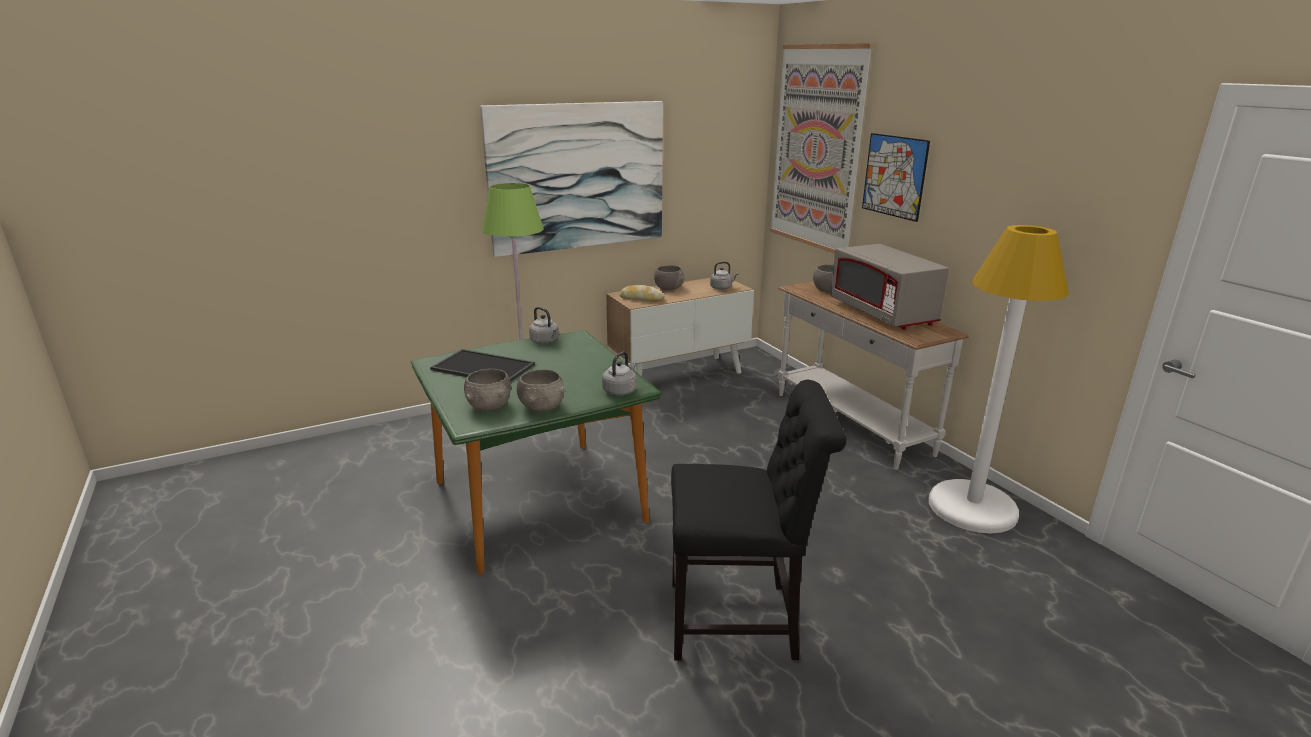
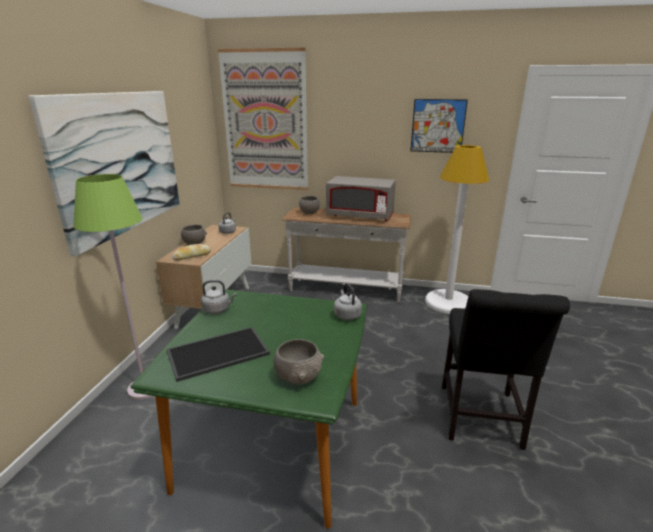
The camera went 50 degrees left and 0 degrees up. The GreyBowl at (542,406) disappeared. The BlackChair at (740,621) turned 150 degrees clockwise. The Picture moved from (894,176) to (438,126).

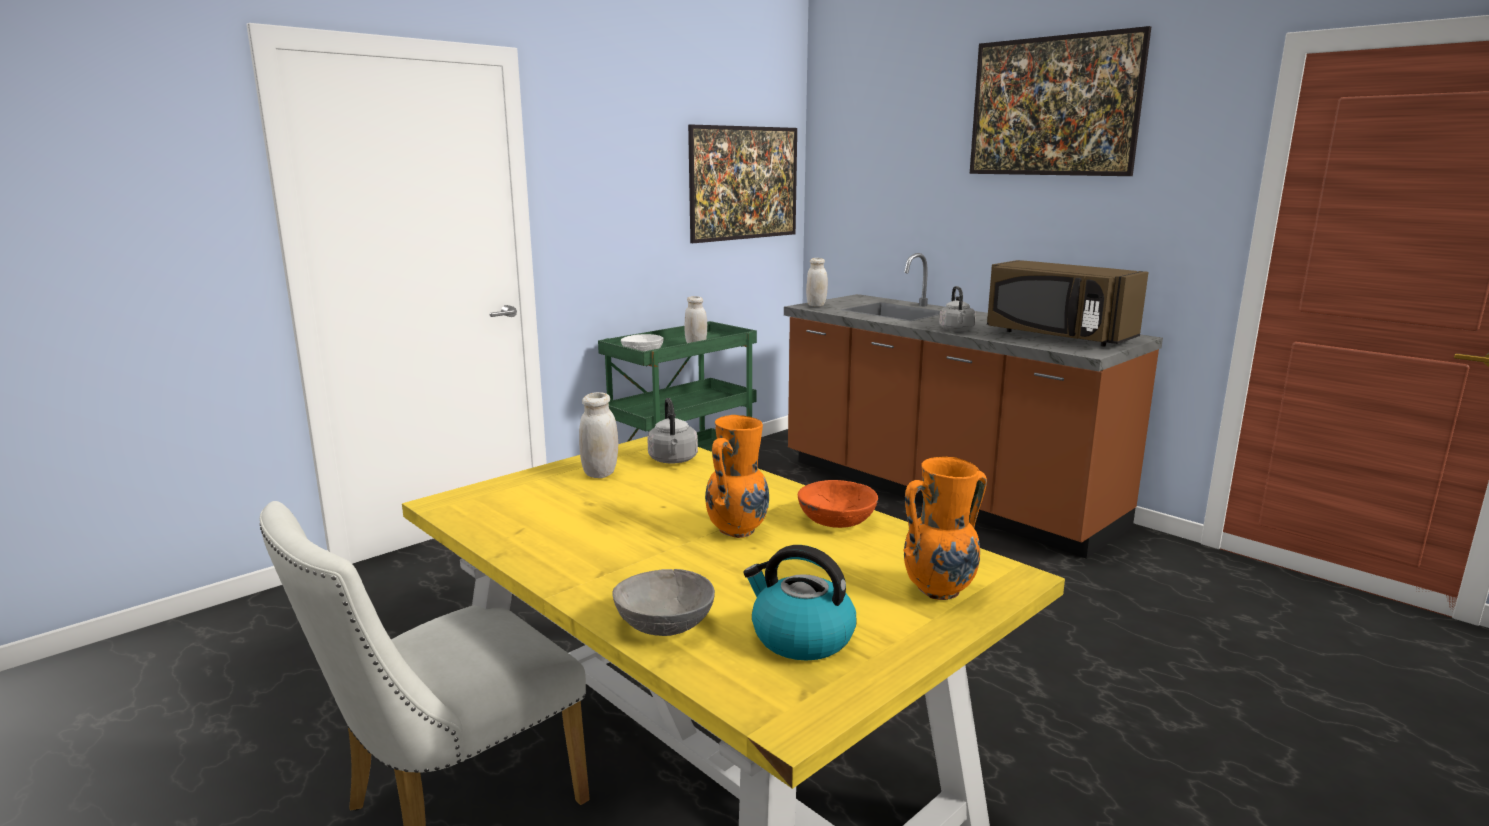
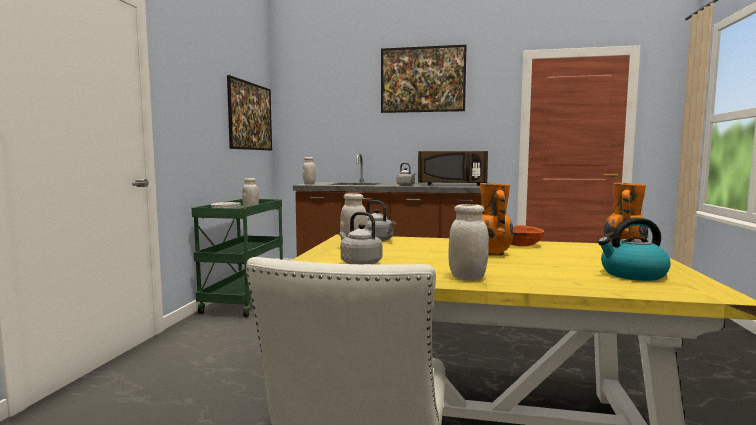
The camera went 35 degrees left and 10 degrees down. The GreyBowl at (665,624) disappeared. The GreyKettle at (359,263) appeared. The WhiteJar at (467,278) appeared.

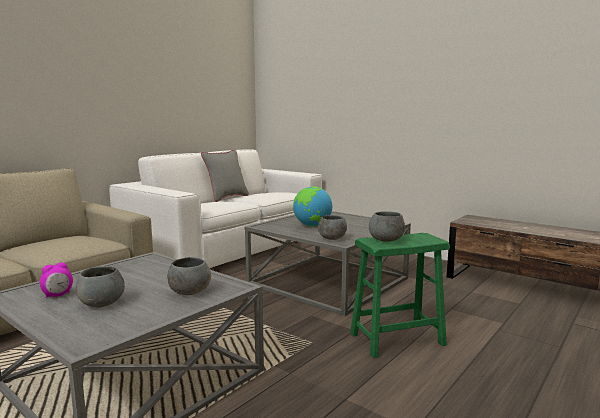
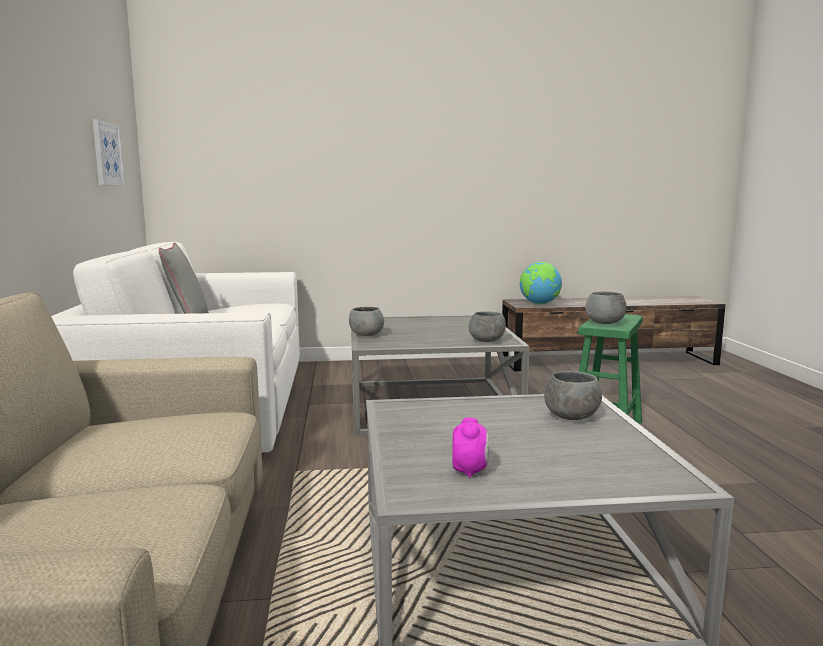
The camera went 45 degrees left and 0 degrees up. The GreyBowl moved from (102,303) to (366,335). The Globe moved from (312,226) to (539,304). The Picture at (107,154) appeared.

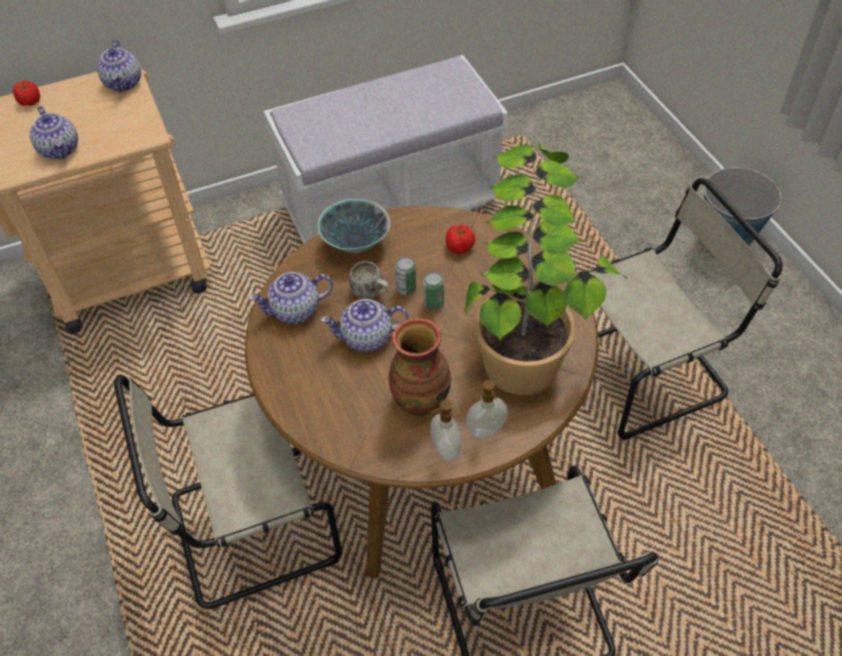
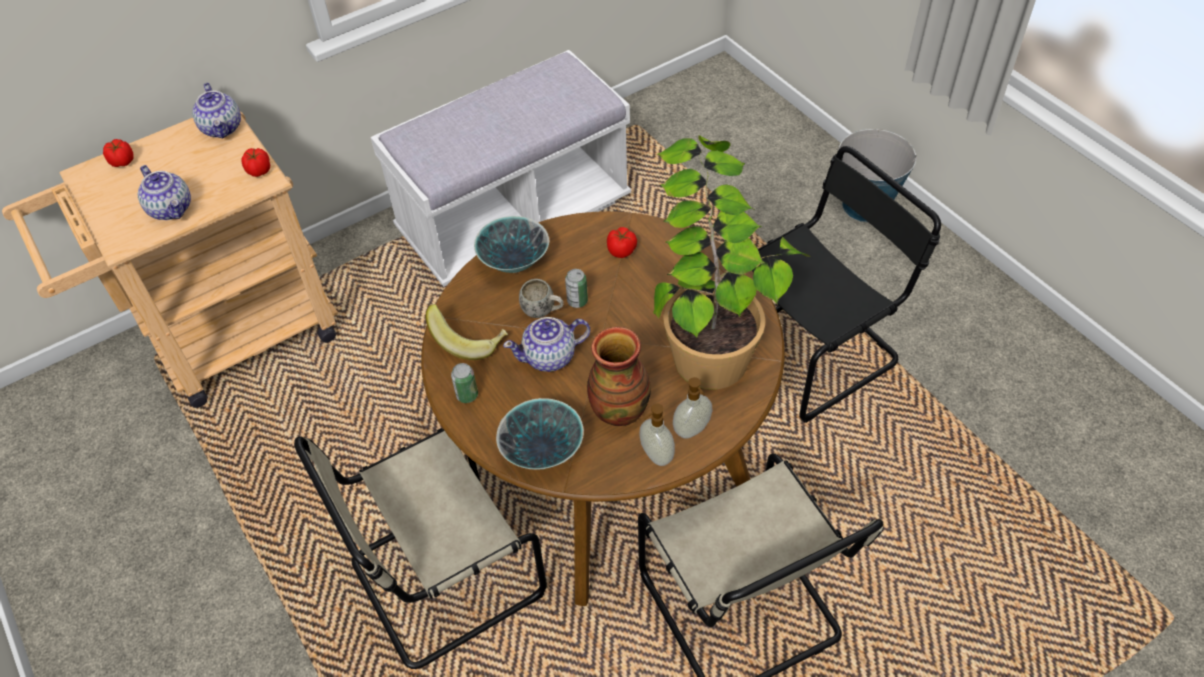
The camera went 10 degrees left and 0 degrees up. The Teapot at (296,310) was replaced by the Banana at (469,341). The Can moved from (433,303) to (467,395). The BeigeChair at (647,371) became the BlackChair at (814,349). The Tomato at (259,171) appeared. The Bowl at (543,453) appeared.

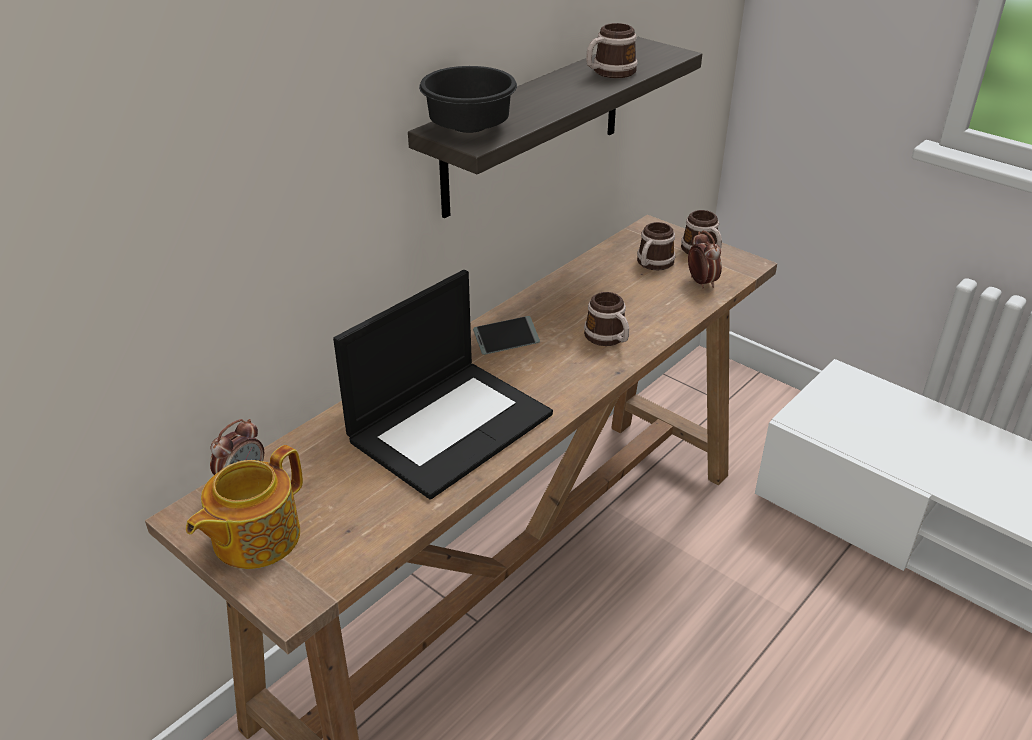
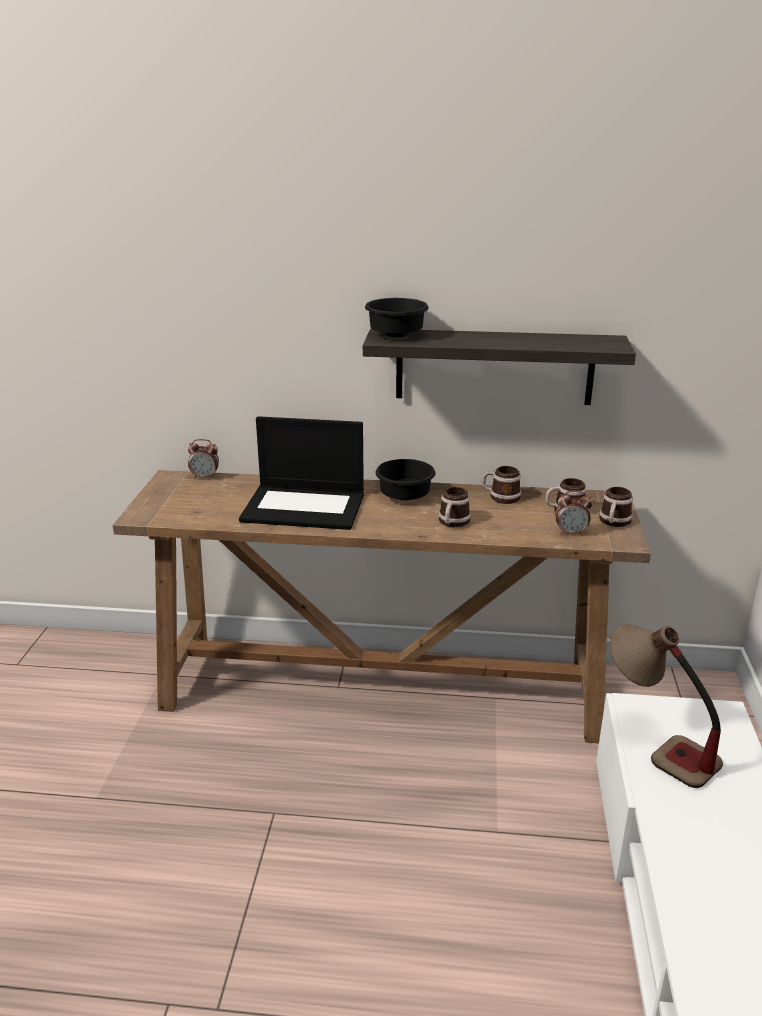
The camera went 55 degrees right and 10 degrees down. The Teapot at (254,538) disappeared. The Phone at (506,341) was replaced by the BlackBowl at (404,496). The Mug moved from (609,73) to (500,497). The AlarmClock at (701,282) turned 60 degrees clockwise. The TableLamp at (655,746) appeared.

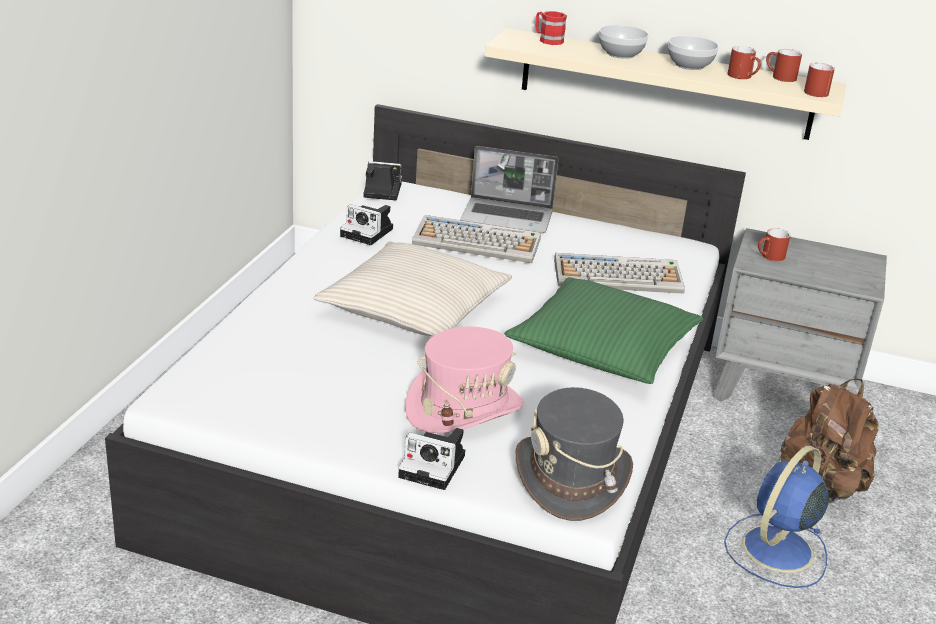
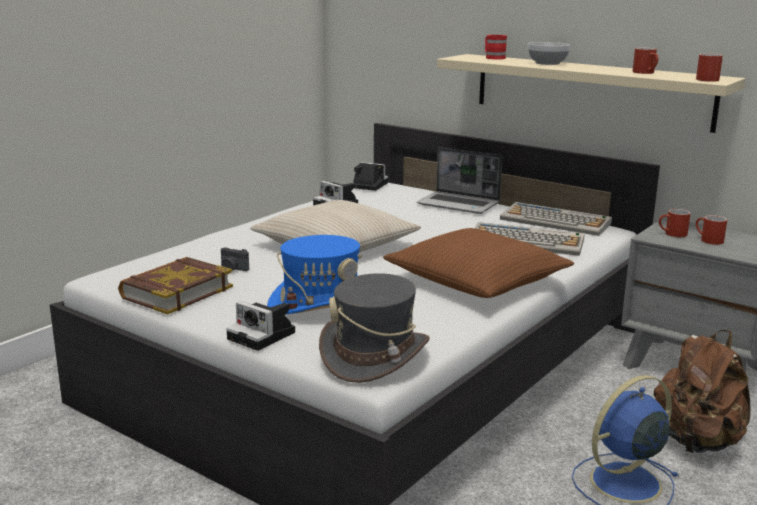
The camera went 20 degrees right and 10 degrees down. The PinkHat at (464,408) became the BlueHat at (321,304). The Keyboard moved from (478,242) to (556,221). The GreenPillow at (602,347) became the BrownPillow at (477,281). The Bowl at (690,65) disappeared. The RedMug moved from (779,77) to (707,240). The Book at (176,292) appeared. The PhotoCamera at (232,269) appeared.

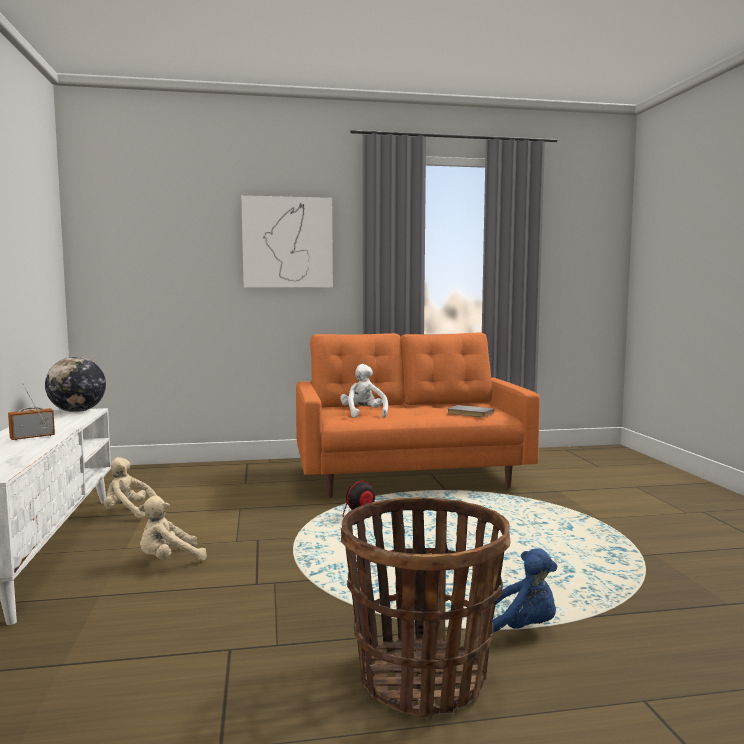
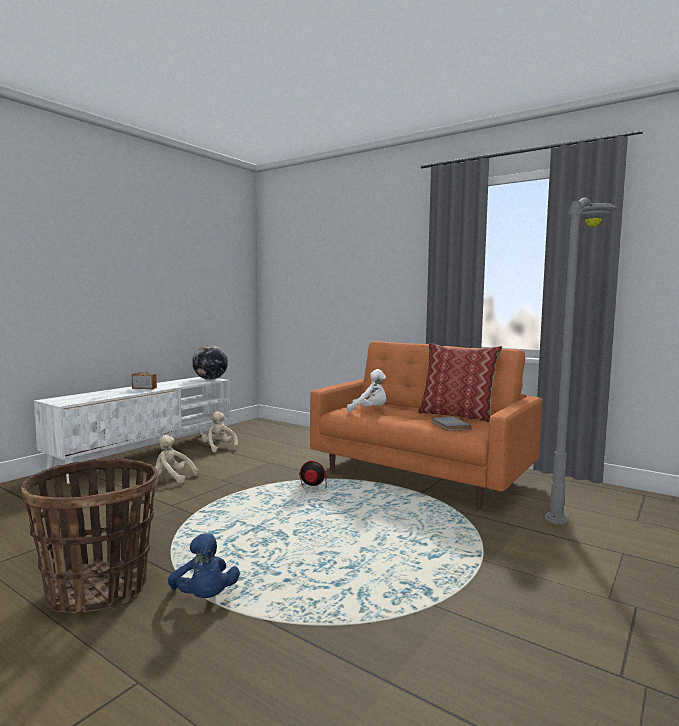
The camera went 45 degrees right and 0 degrees up. The Picture at (287,242) disappeared. The WhitePlushToy at (363,414) turned 75 degrees clockwise. The Pillow at (457,415) appeared. The GreyFloorLamp at (570,499) appeared.

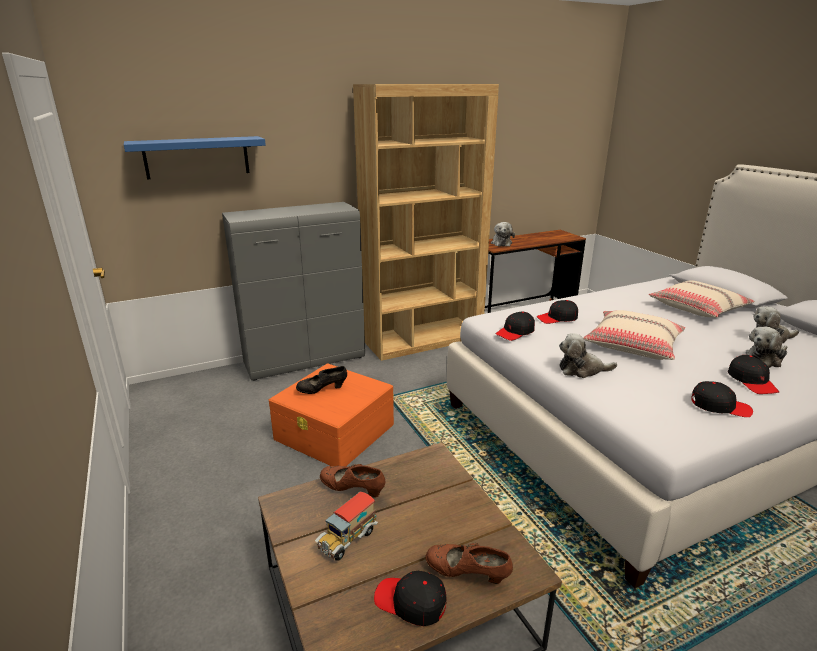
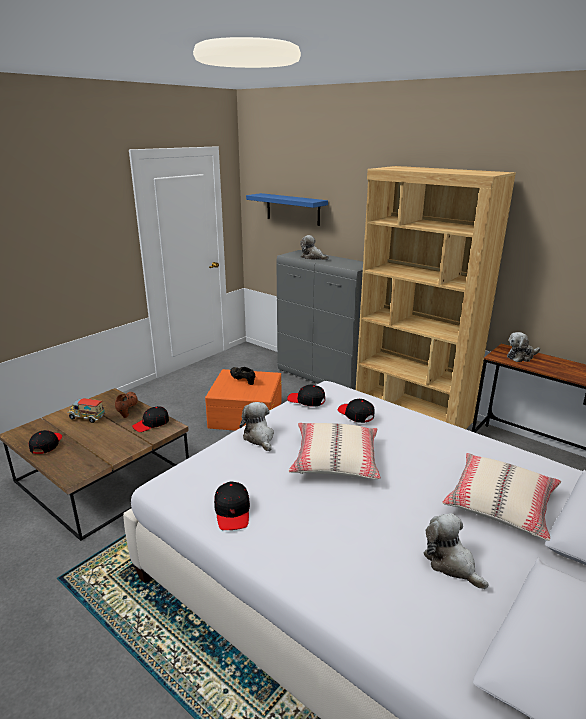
The camera went 65 degrees right and 0 degrees up. The BrownShoe at (467,574) disappeared. The BlackCap moved from (752,381) to (151,424). The PlushToy moved from (765,359) to (313,257).

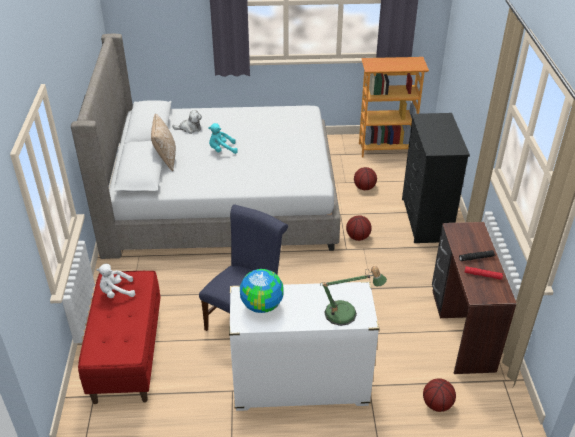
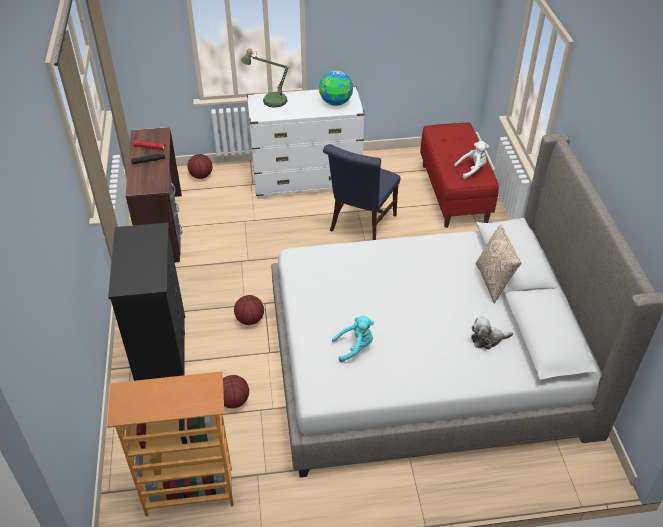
The camera went 175 degrees right and 5 degrees up. The TurquoisePlushToy moved from (221,150) to (355,347).

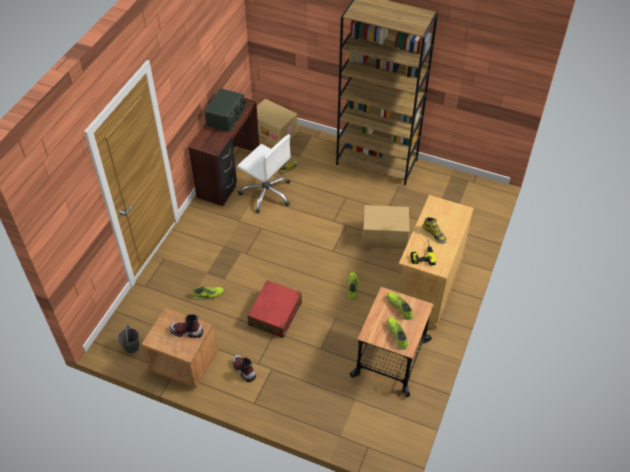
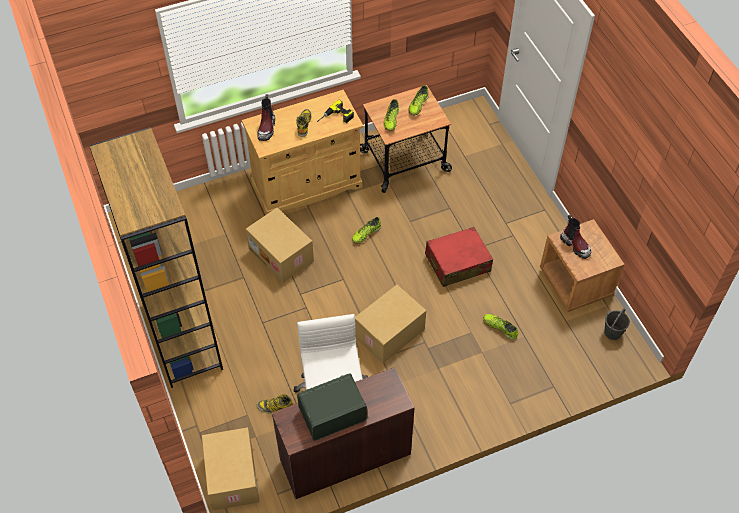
The camera went 135 degrees left and 5 degrees up. The Boot moved from (243,370) to (266,128). The CardboardBox at (390,334) appeared.

